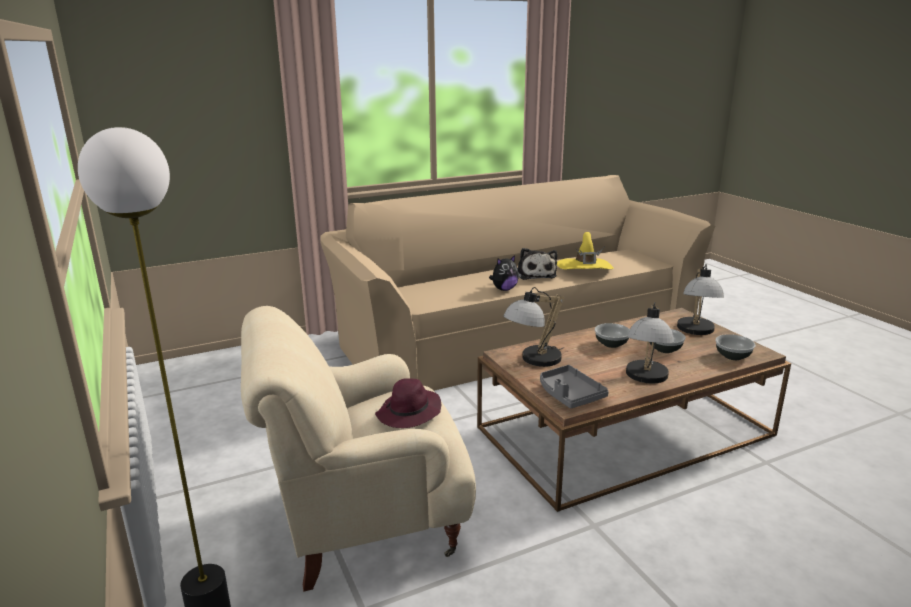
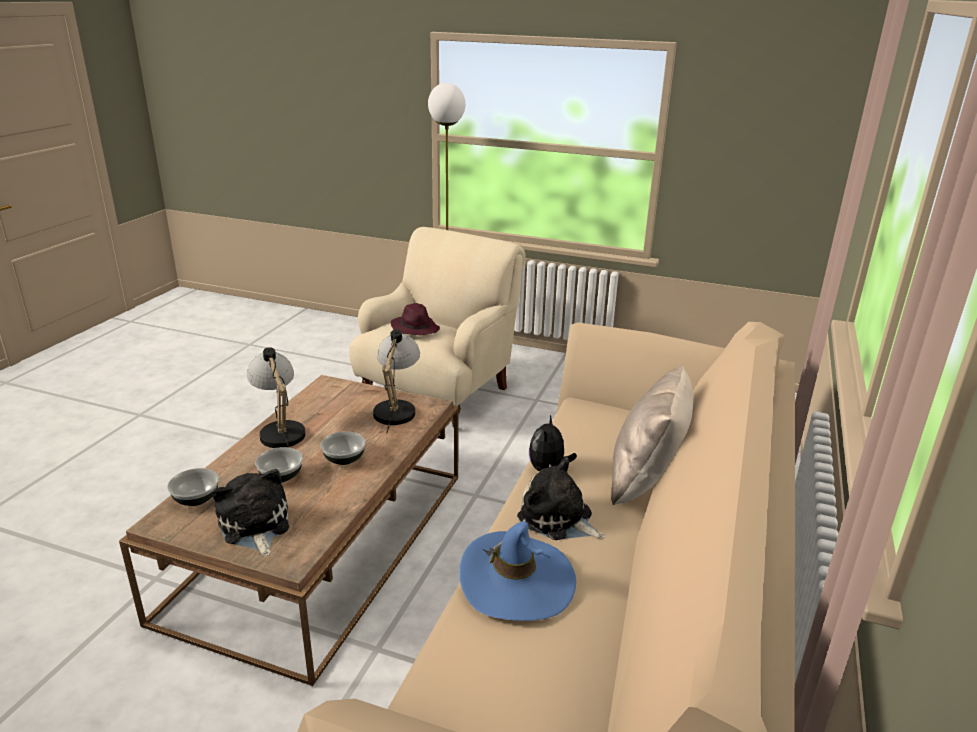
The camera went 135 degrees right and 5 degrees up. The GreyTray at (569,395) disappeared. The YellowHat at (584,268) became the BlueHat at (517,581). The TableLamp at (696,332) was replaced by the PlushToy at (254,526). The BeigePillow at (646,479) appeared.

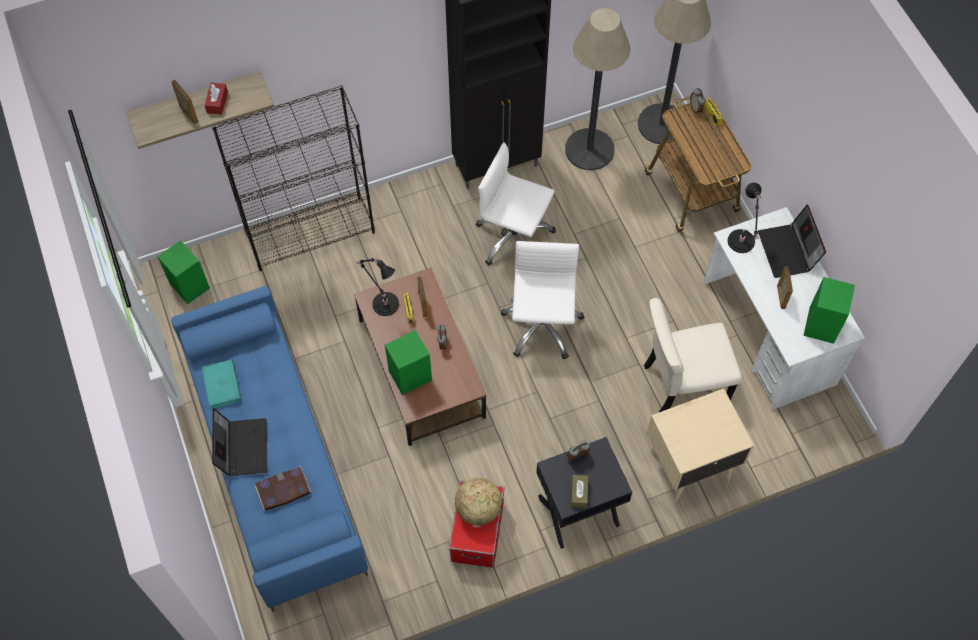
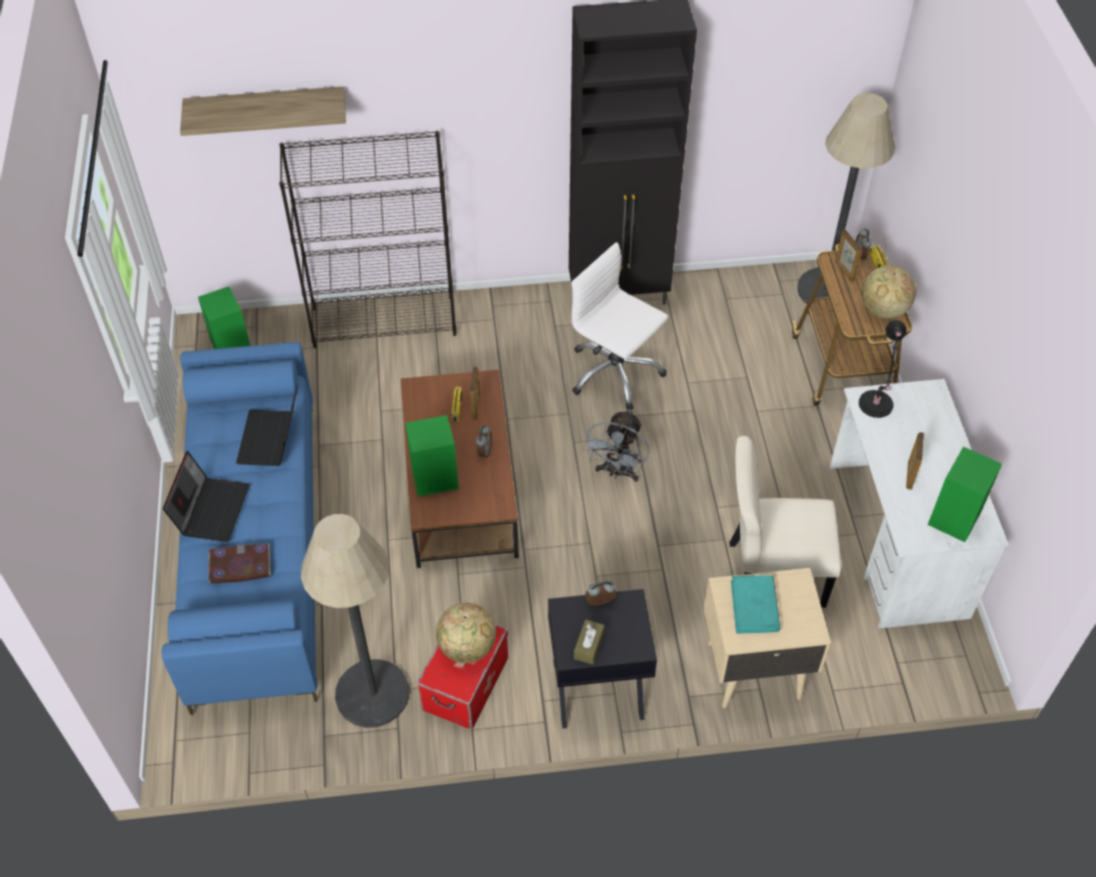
The camera went 15 degrees right and 10 degrees down. The PictureFrame moved from (189,114) to (844,271). The TurquoiseBook moved from (222,385) to (754,606). The RedTissueBox at (217,102) disappeared. The BlackTableLamp at (384,302) disappeared. The WhiteOfficeChair at (541,326) was replaced by the GreyFan at (617,472). The FloorLamp moved from (589,149) to (372,693). The Laptop moved from (788,252) to (271,440). The Globe at (883,310) appeared.

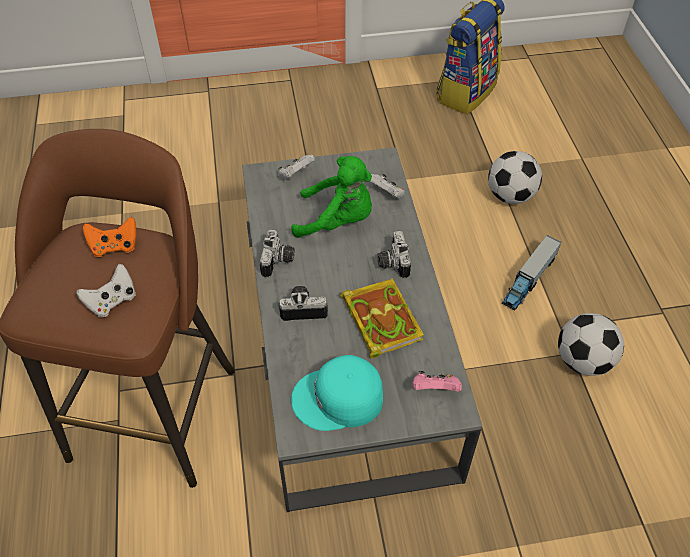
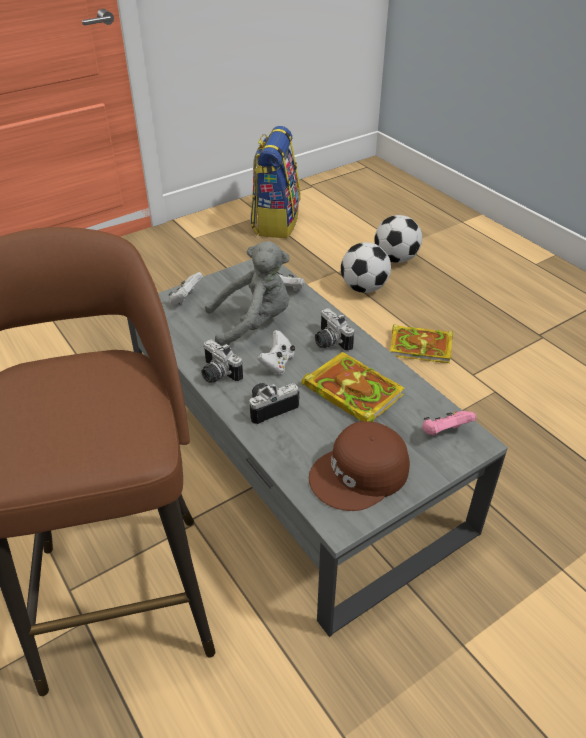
The camera went 25 degrees left and 10 degrees down. The WhiteGameController moved from (112,301) to (277,363). The OrangeGameController at (115,247) disappeared. The PhotoCamera at (278,261) turned 150 degrees clockwise. The GreenPlushToy at (338,221) became the GreyPlushToy at (253,323). The TurquoiseCap at (339,399) became the BrownCap at (360,474). The ToyTruck at (529,280) was replaced by the Book at (422,346). The Football moved from (583,361) to (395,259).

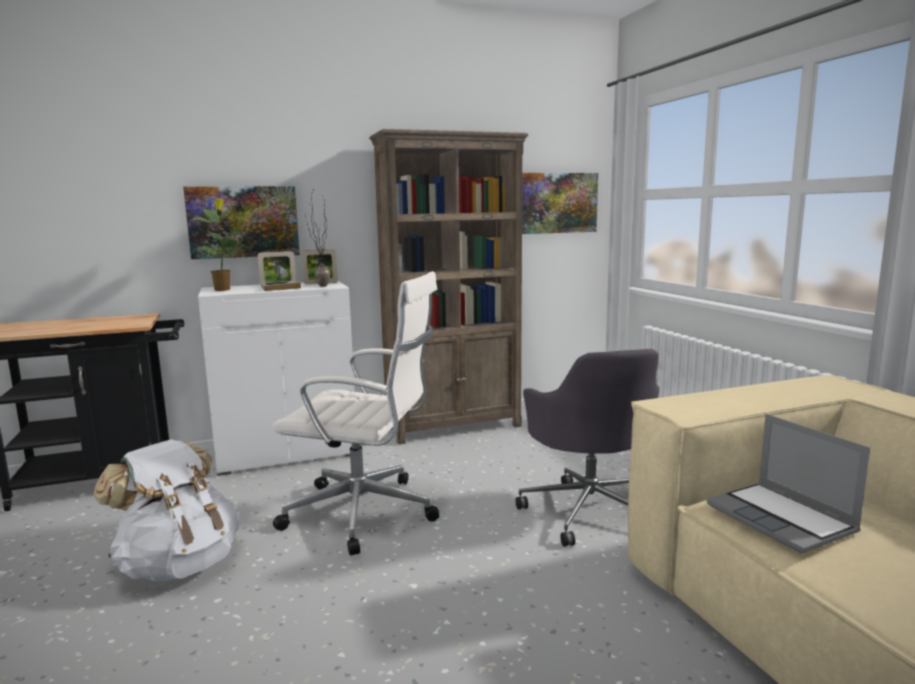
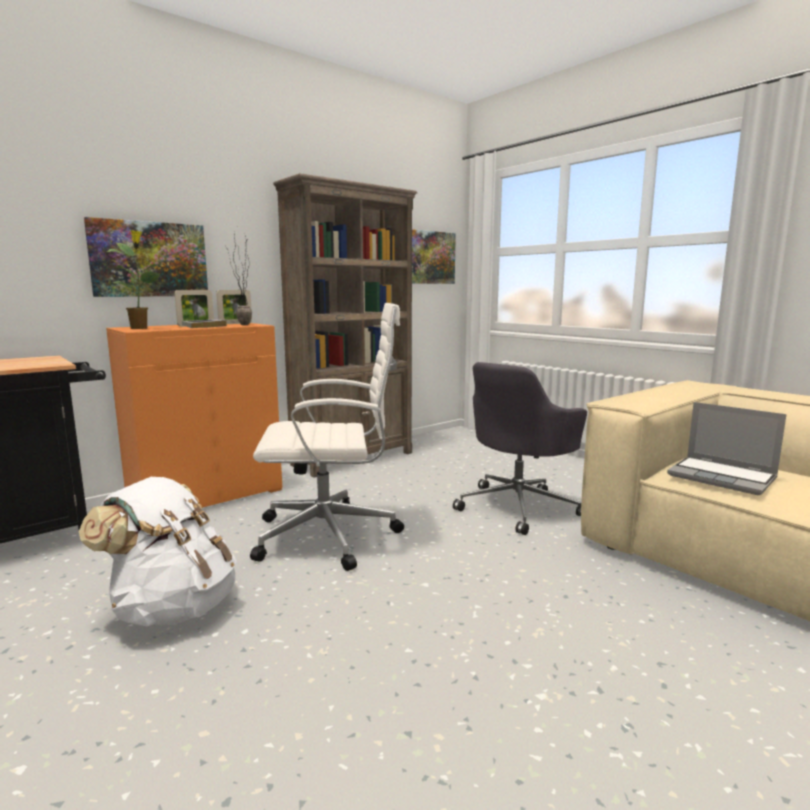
The camera went 20 degrees left and 0 degrees up. The WhiteCabinet at (288,452) became the OrangeCabinet at (206,495). The GreyOfficeChair at (590,510) turned 75 degrees clockwise.

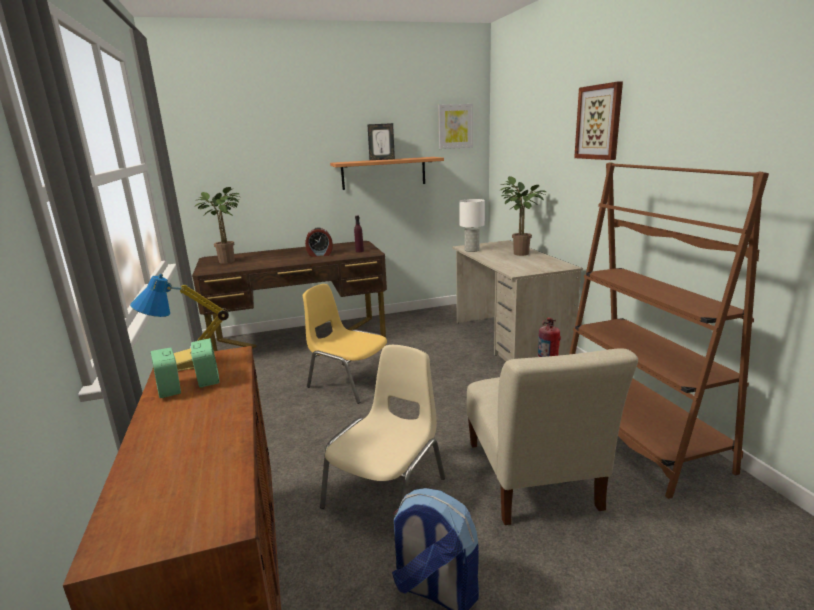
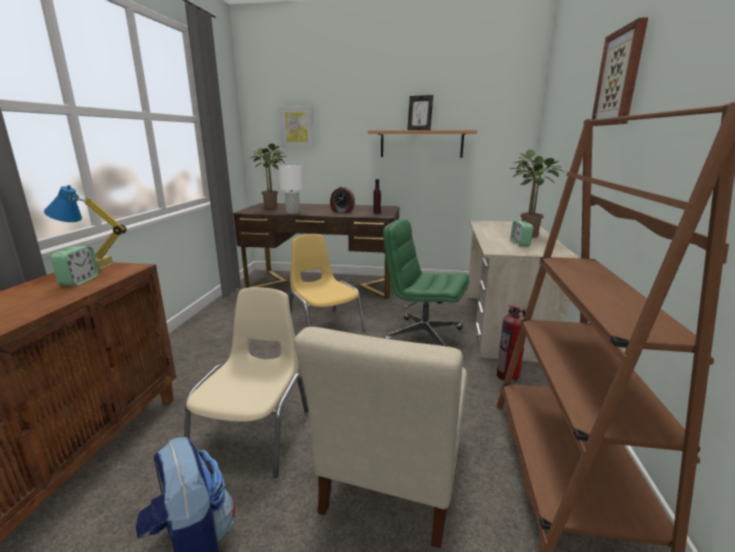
The camera went 25 degrees right and 0 degrees up. The AlarmClock moved from (169,389) to (520,244). The BeigeChair at (387,492) turned 45 degrees counterclockwise. The Picture moved from (455,126) to (297,127). The WhiteTableLamp moved from (471,250) to (292,212). The GreenOfficeChair at (423,335) appeared.

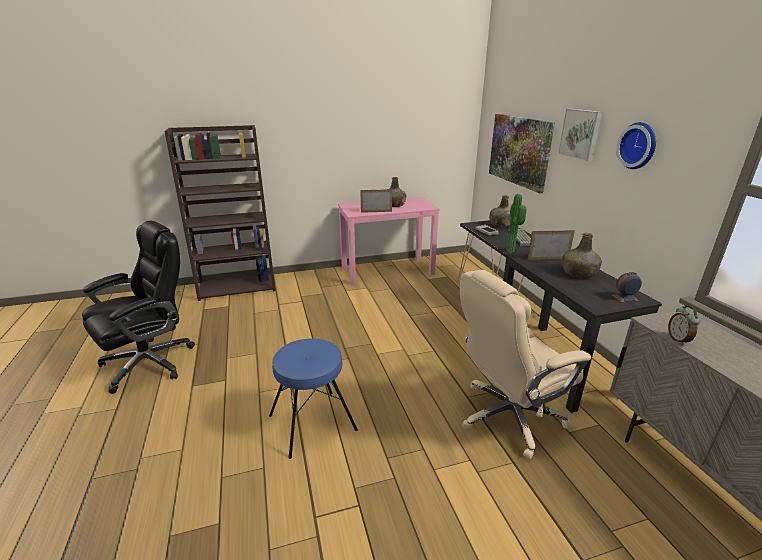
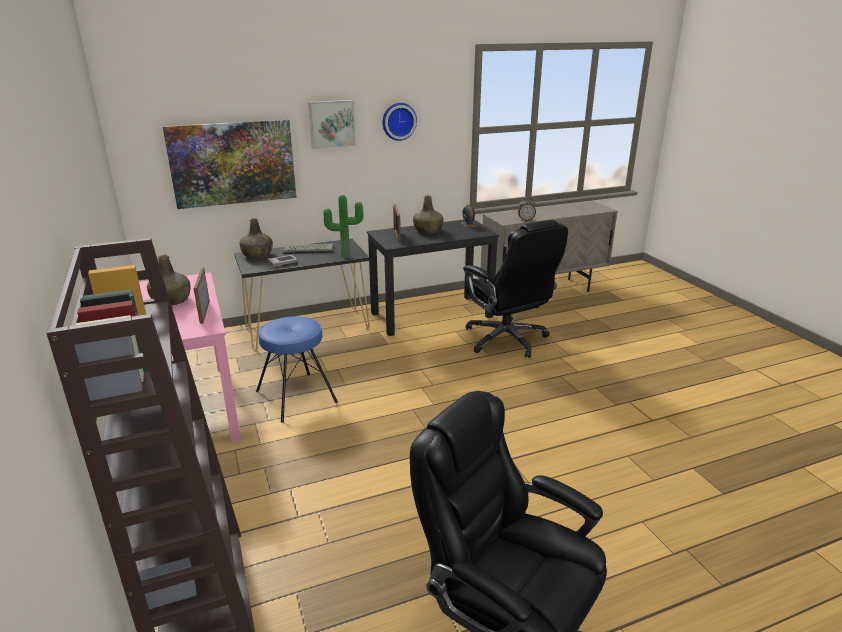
The camera went 95 degrees left and 0 degrees up. The BlueStool moved from (313,423) to (297,396). The BeigeOfficeChair at (508,416) became the BlackOfficeChair at (507,339).

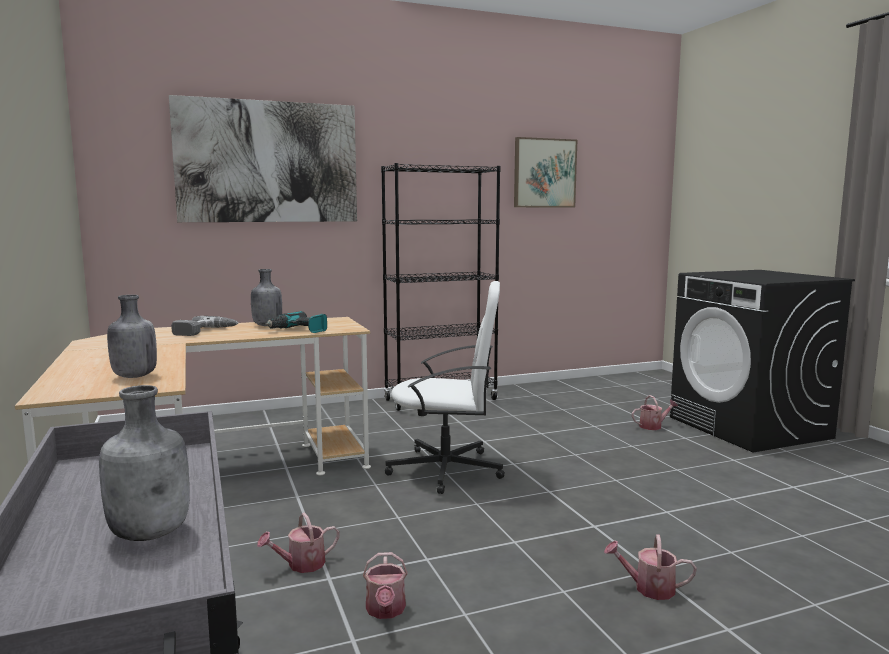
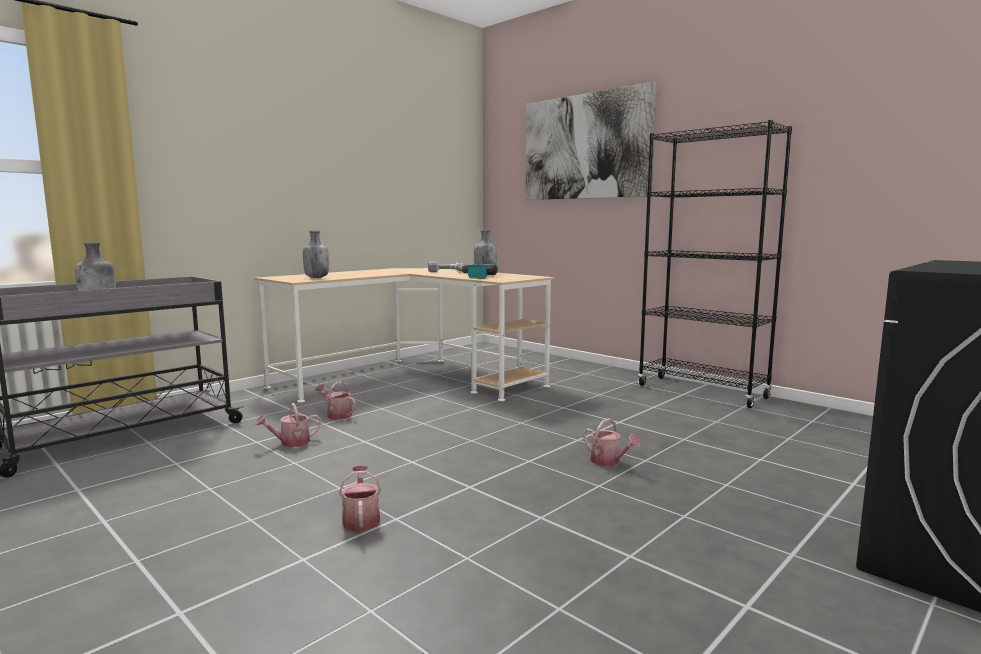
The camera went 65 degrees right and 0 degrees up. The WhiteOfficeChair at (447,470) disappeared. The Picture at (544,173) disappeared. The WateringCan moved from (653,426) to (609,462).

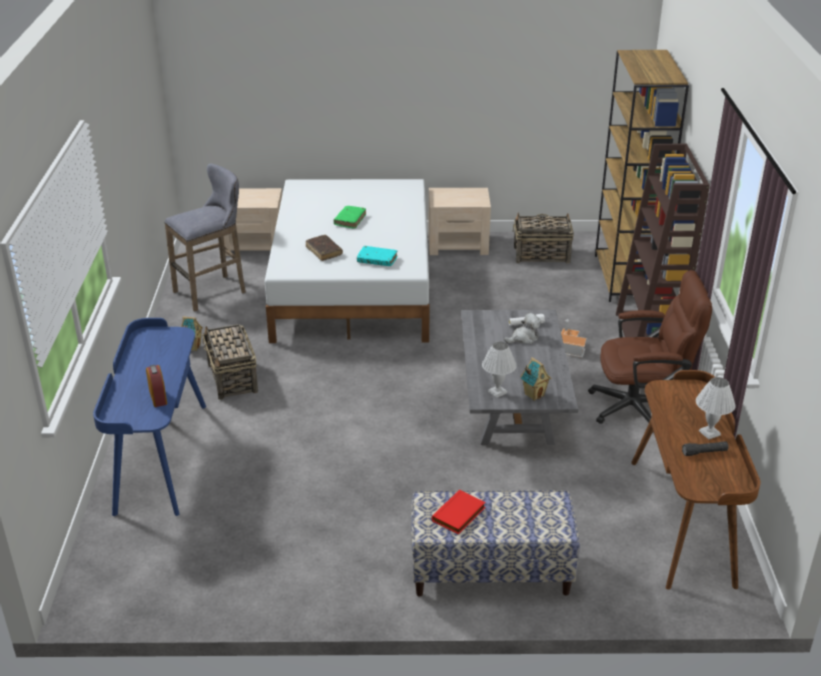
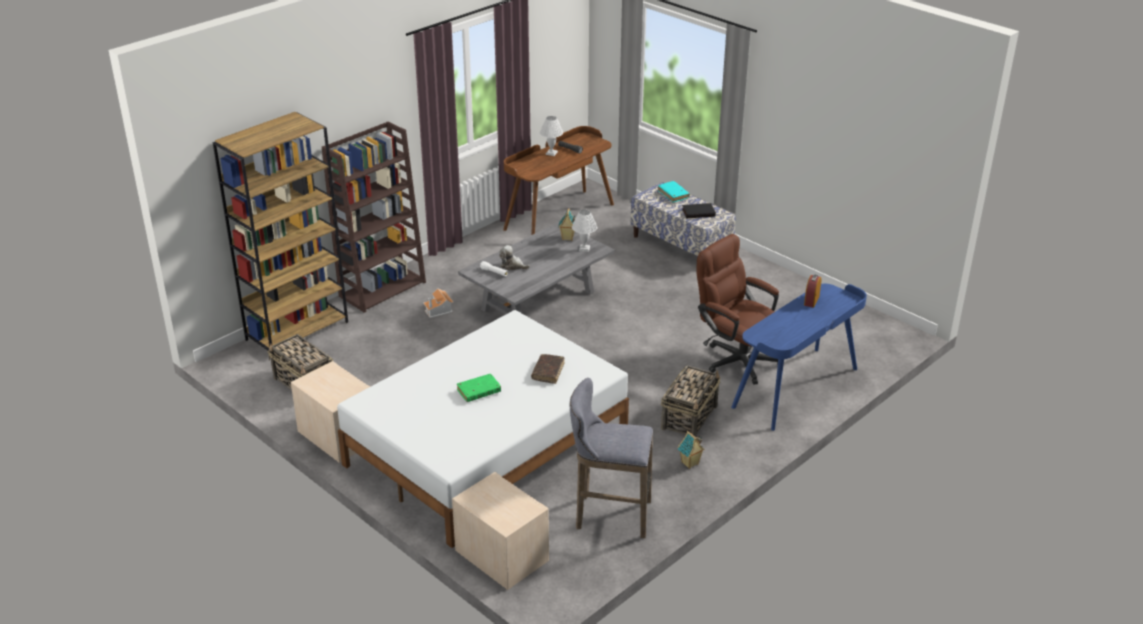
The camera went 135 degrees left and 0 degrees up. The TurquoiseBook moved from (377,260) to (673,194). The RedBook at (459,515) became the BlackBook at (698,212). The BrownOfficeChair moved from (641,407) to (735,358).

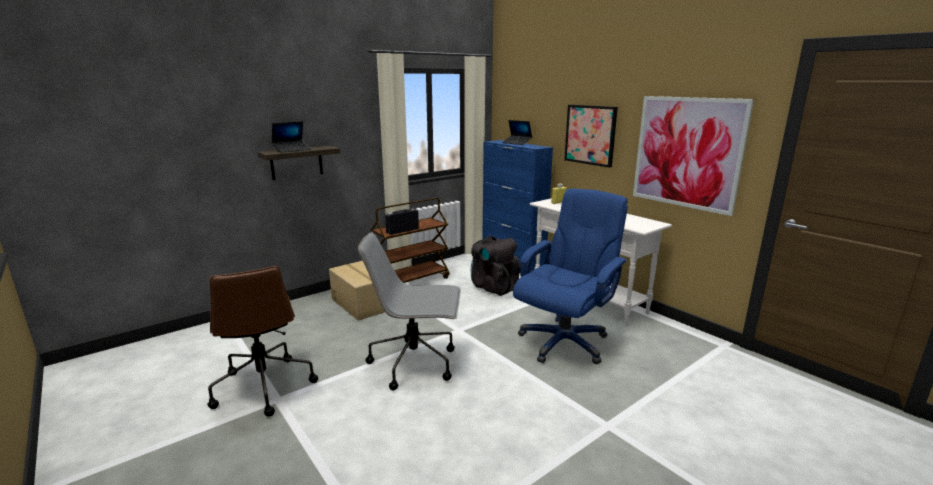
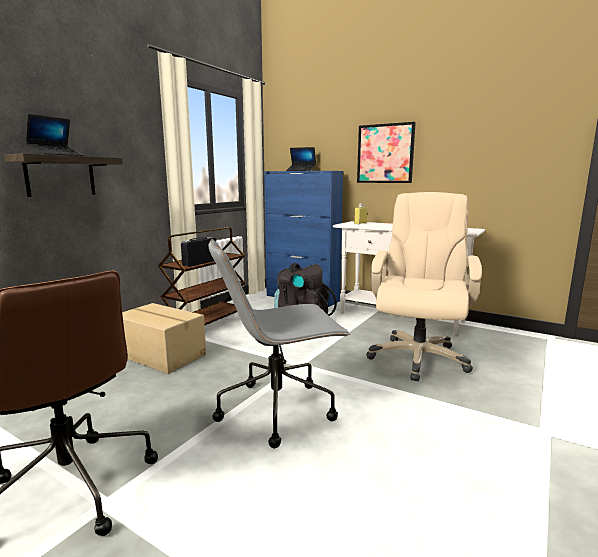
The camera went 20 degrees left and 5 degrees down. The BlueOfficeChair at (564,342) became the BeigeOfficeChair at (417,357). The Picture at (687,153) disappeared.

